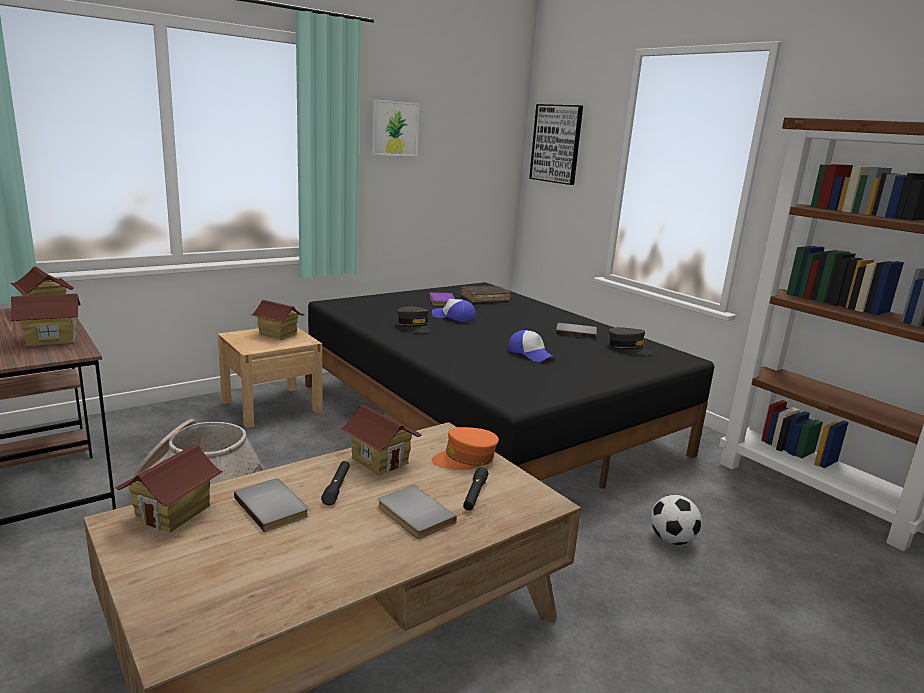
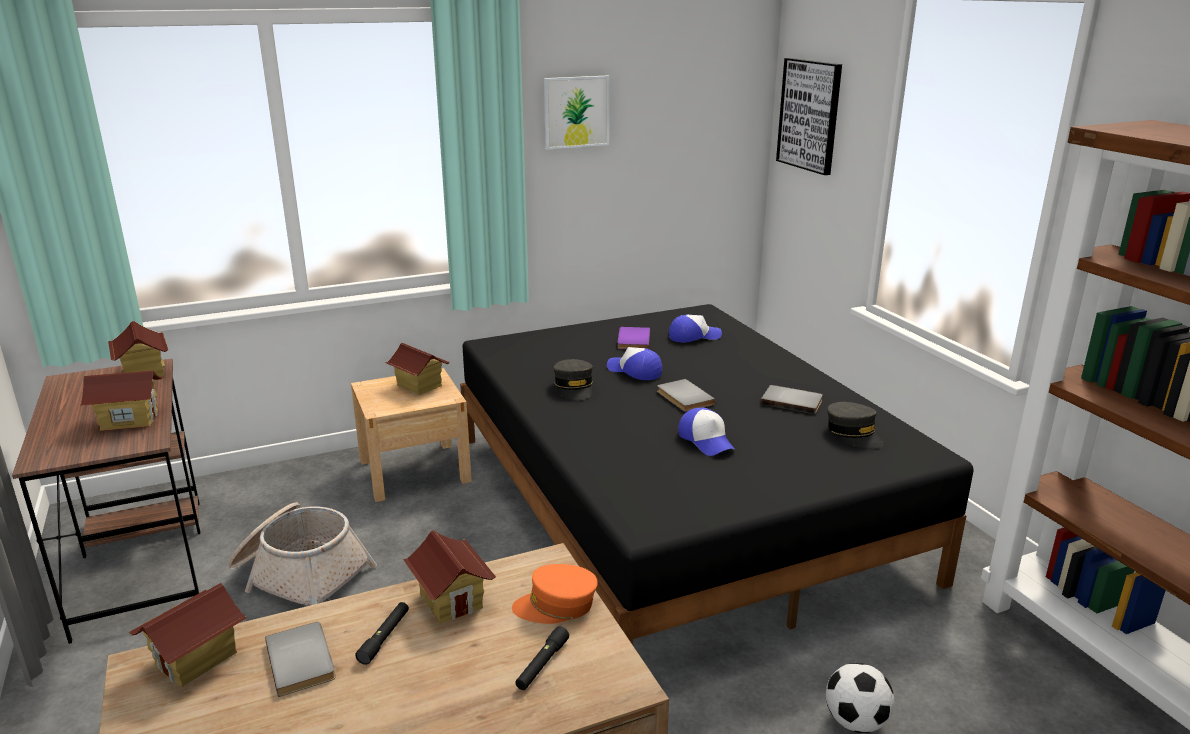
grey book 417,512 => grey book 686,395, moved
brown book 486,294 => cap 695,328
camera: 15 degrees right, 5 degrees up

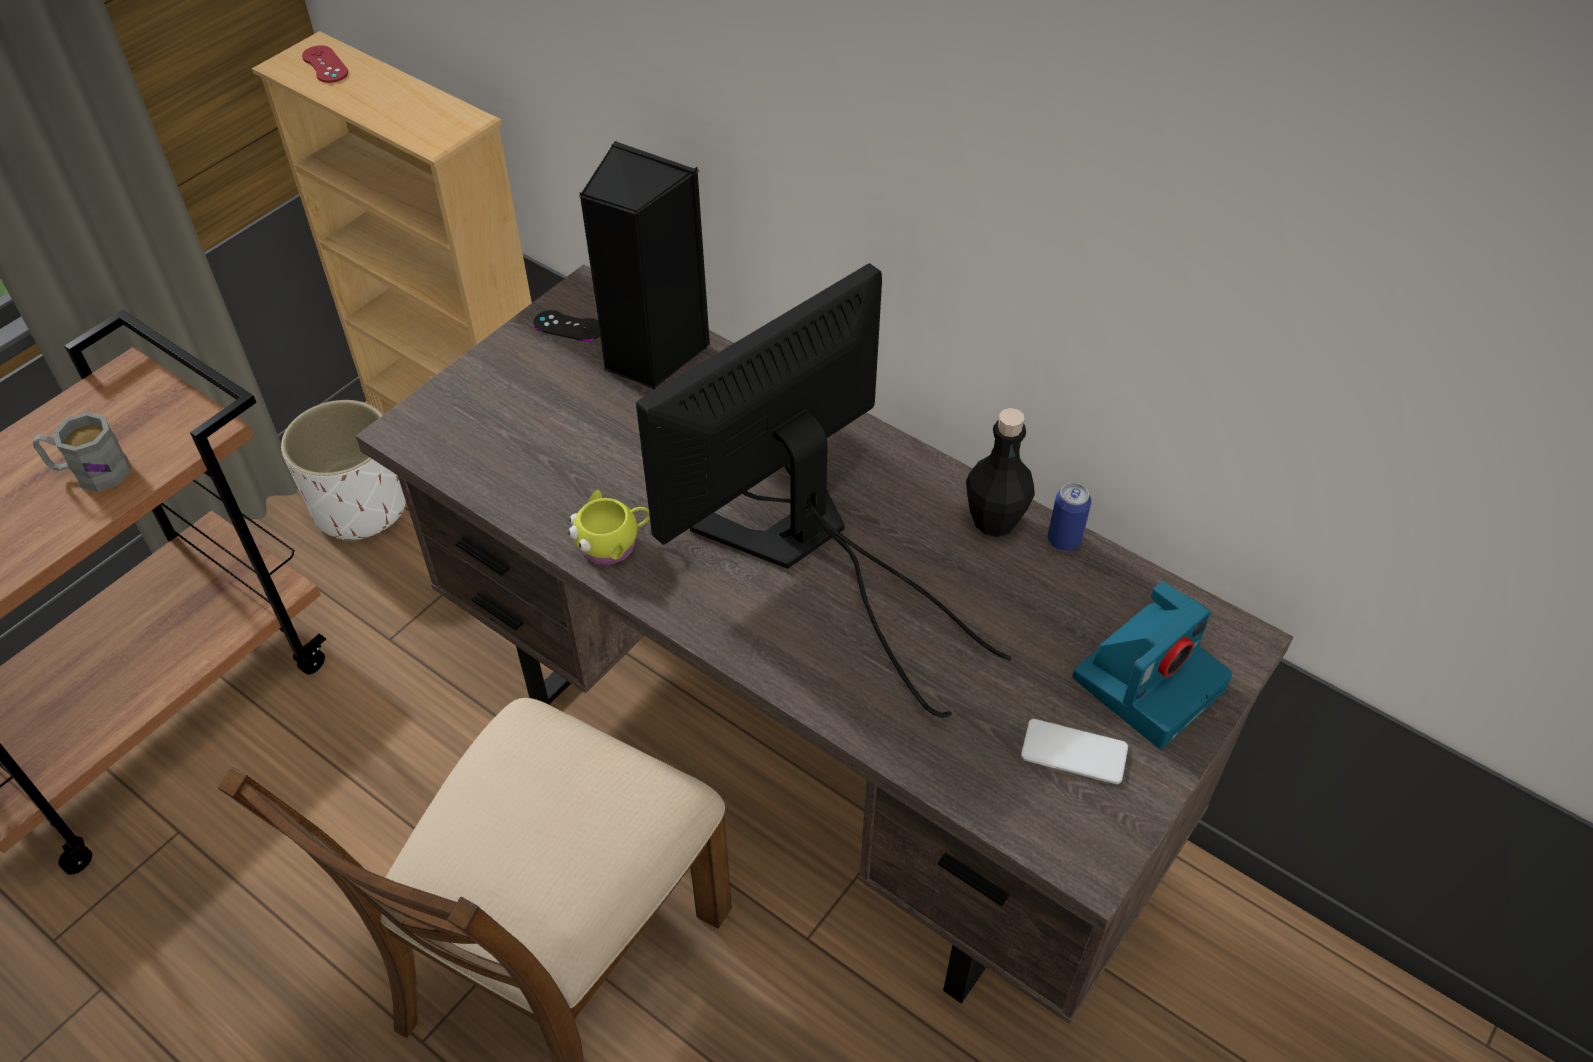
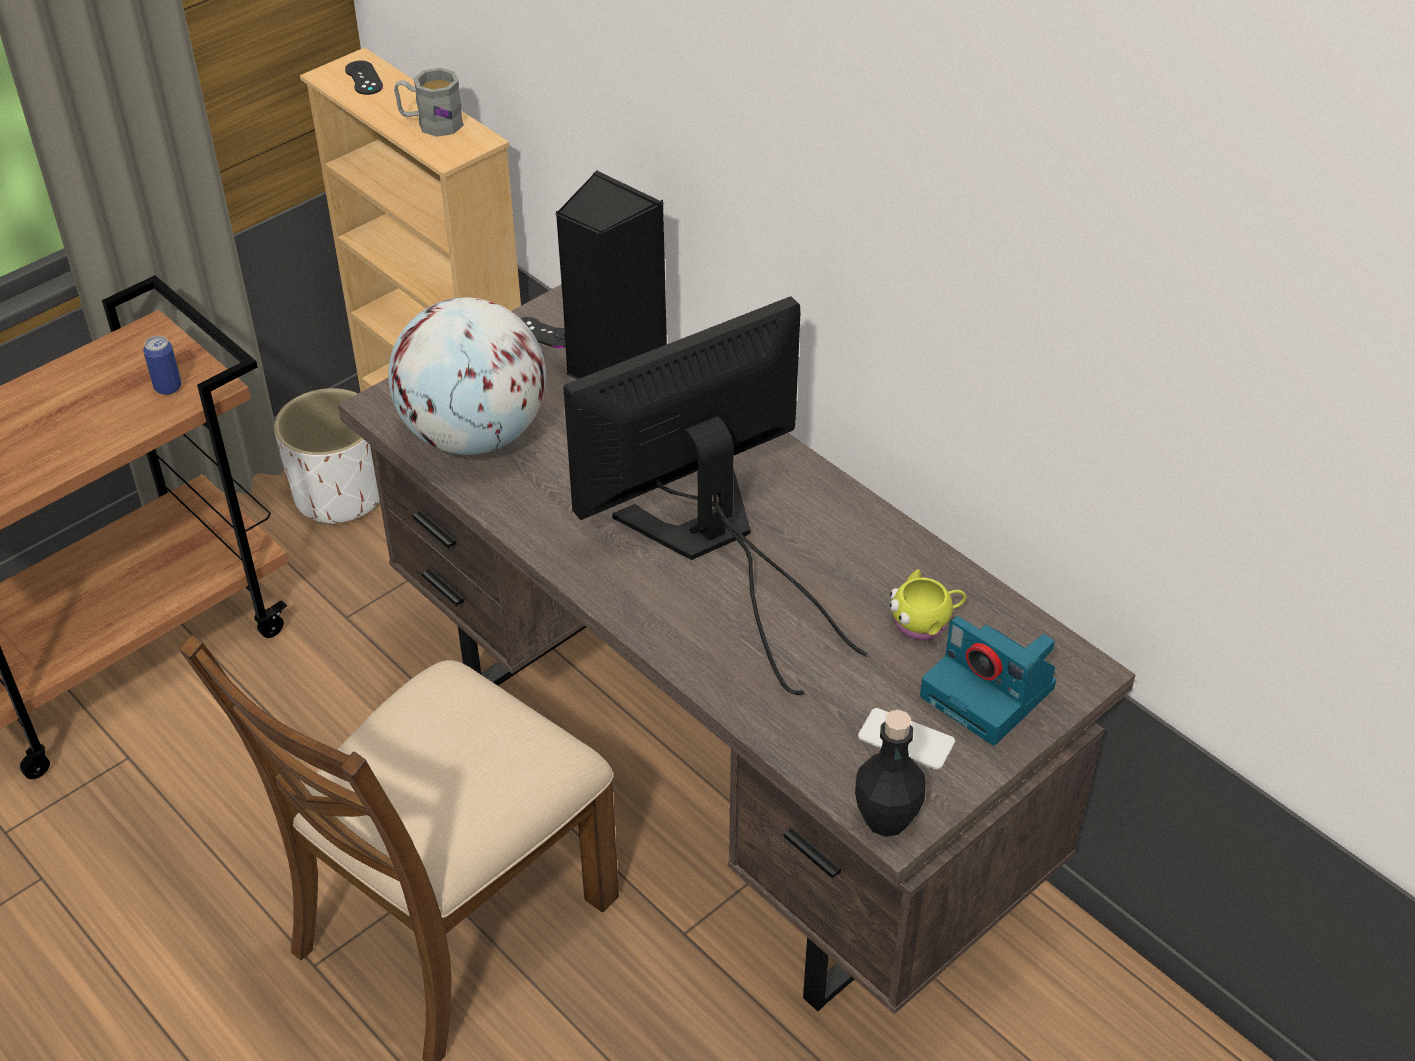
nothing => globe 467,376
grey mug 82,452 => grey mug 429,102, moved
yellow mug 609,527 => yellow mug 927,604, moved
black bottle 1000,472 => black bottle 890,773, moved
can 1069,517 => can 162,365, moved
red game controller 325,64 => black game controller 364,78
photo camera 1152,665 => photo camera 988,680, 75 degrees clockwise
camera: 10 degrees right, 5 degrees down

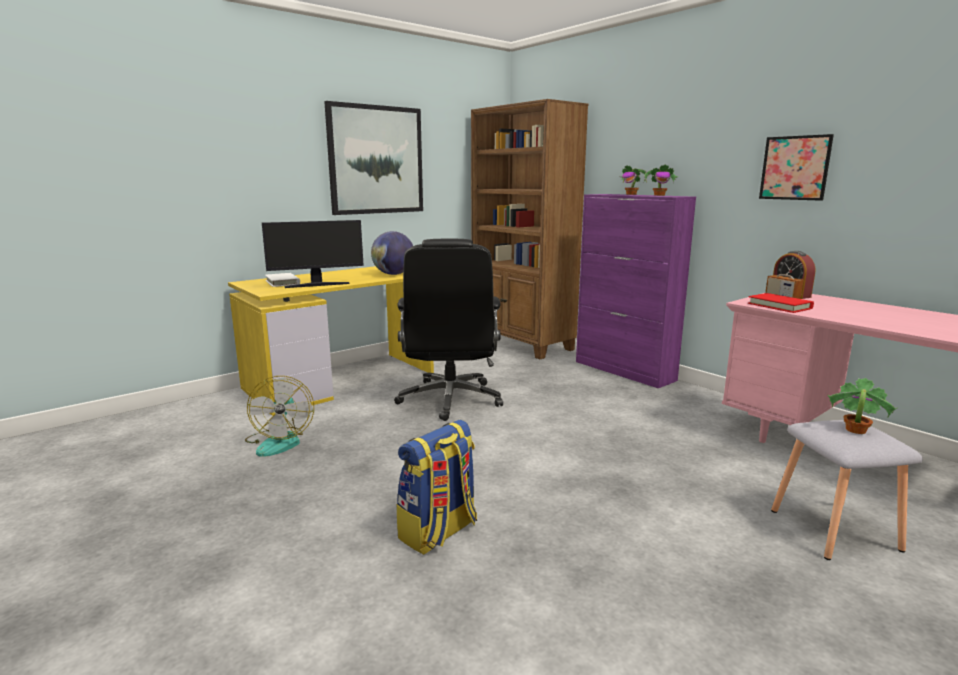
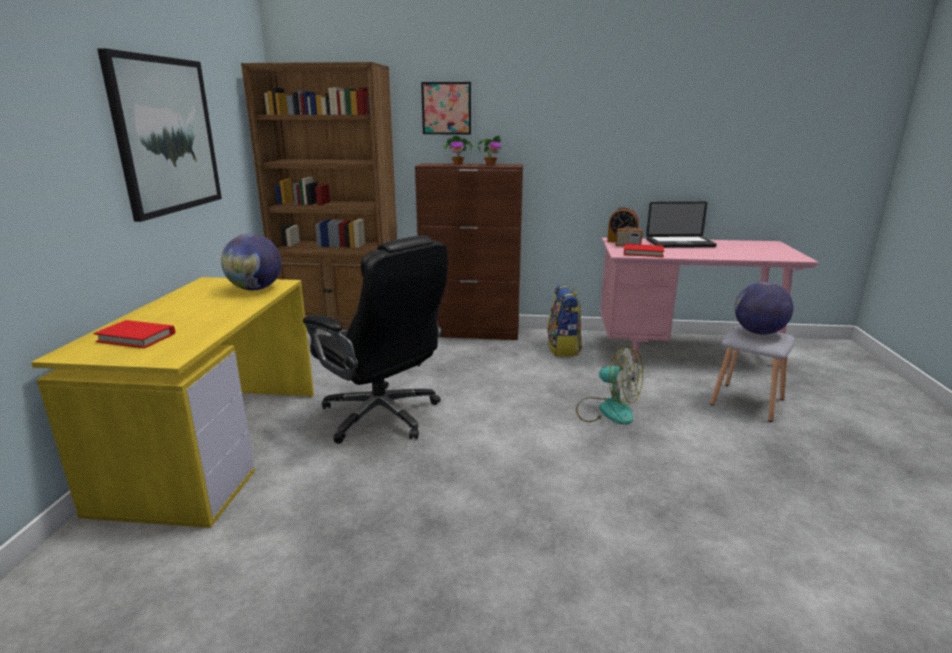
monitor 313,254 => nothing
nothing => laptop 681,225
fan 279,416 => fan 609,385, moved
backpack 437,487 => backpack 564,321, moved
picture 796,167 => picture 446,108, moved
potted plant 863,406 => globe 764,308
white book 282,280 => red book 134,334
purple cabinet 636,291 => brown cabinet 469,251
camera: 45 degrees left, 5 degrees up

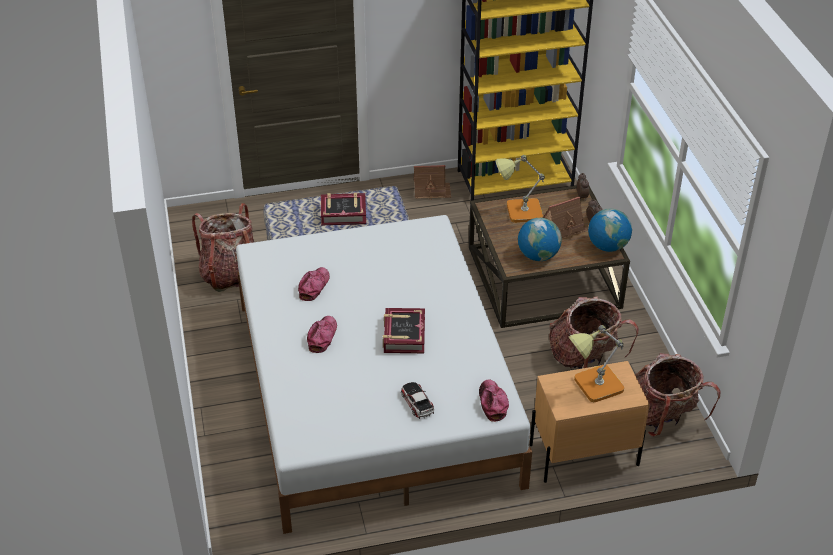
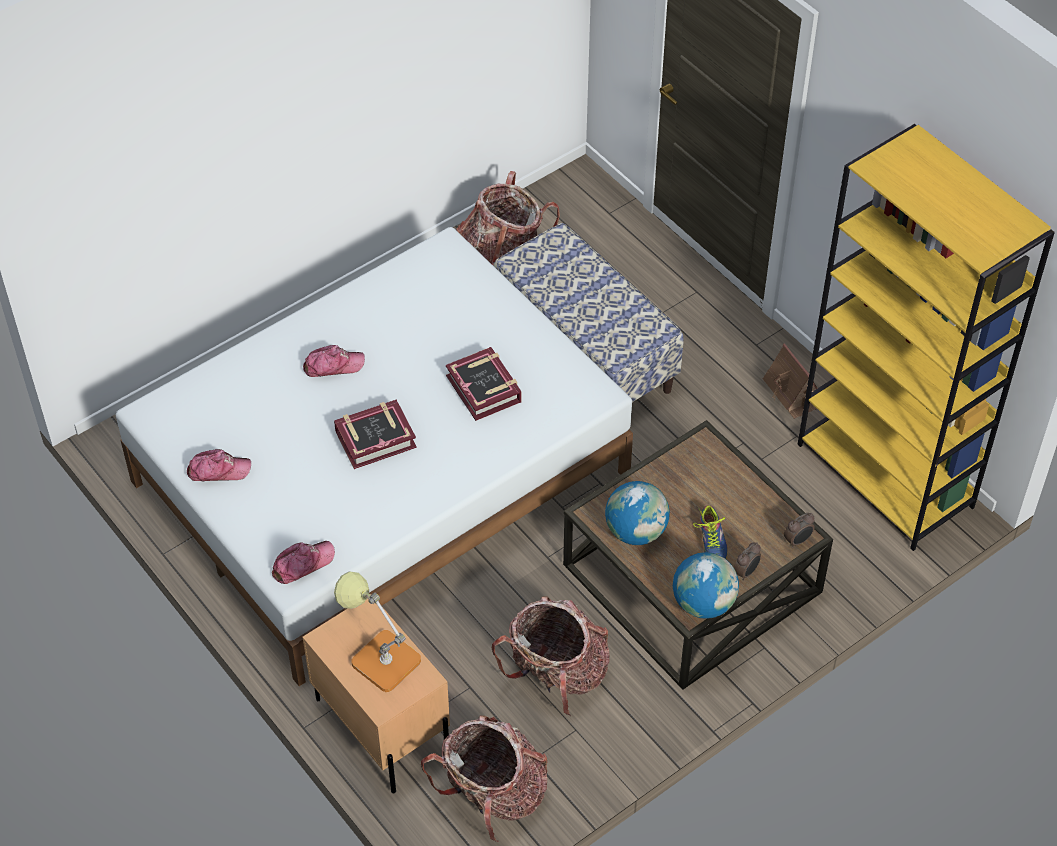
toy car 417,400 => nothing
table lamp 520,189 => nothing
cap 314,284 => cap 219,465, moved
book 343,209 => book 484,384, moved
toy house 565,218 => shoe 710,532
camera: 65 degrees right, 10 degrees up

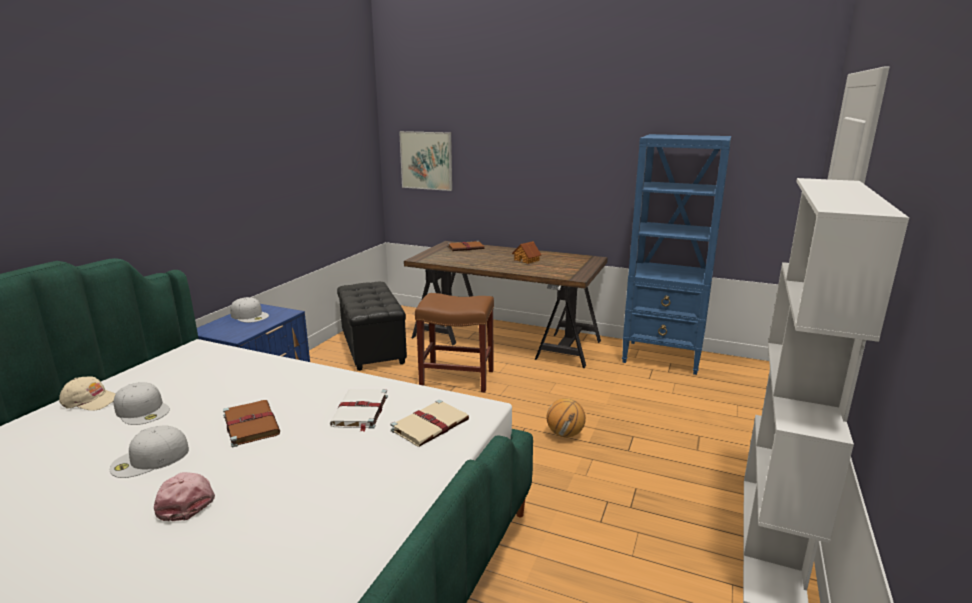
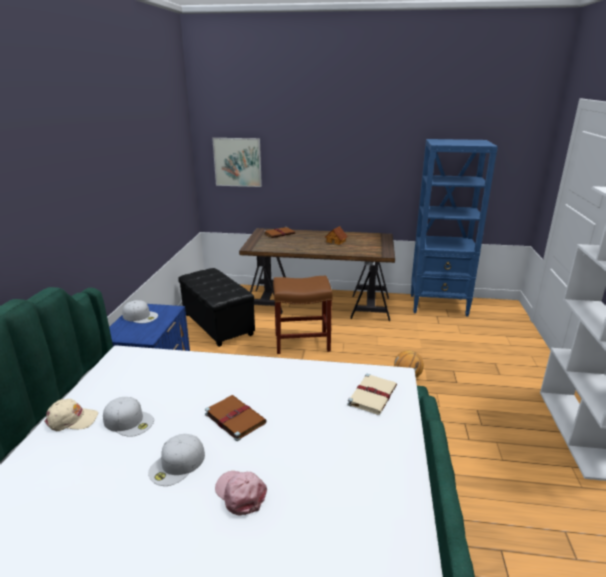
white book 359,410 => nothing
camera: 15 degrees left, 5 degrees up

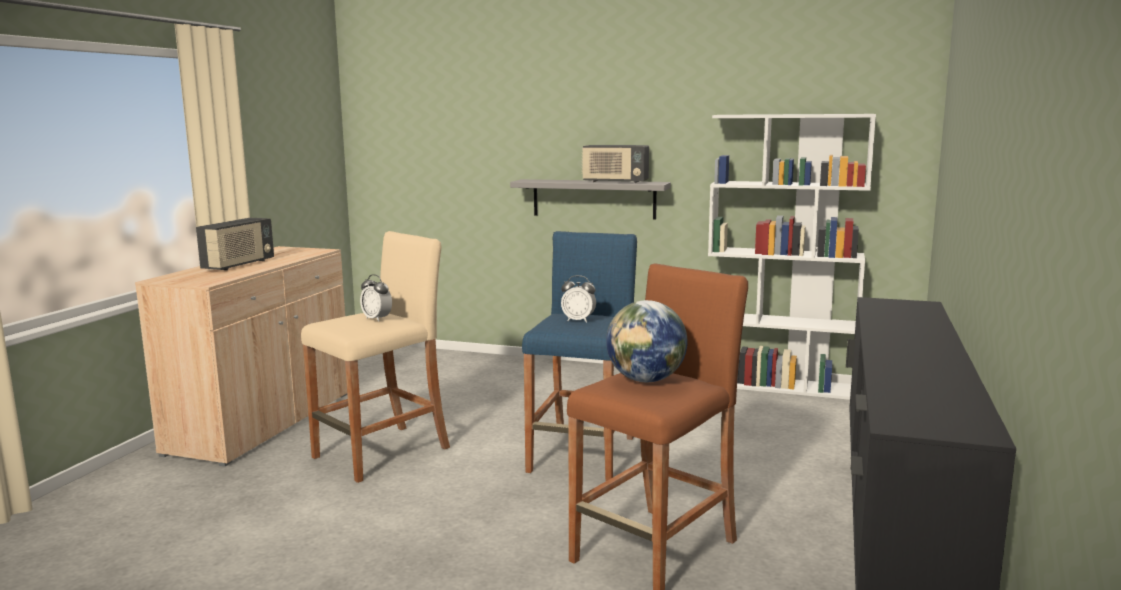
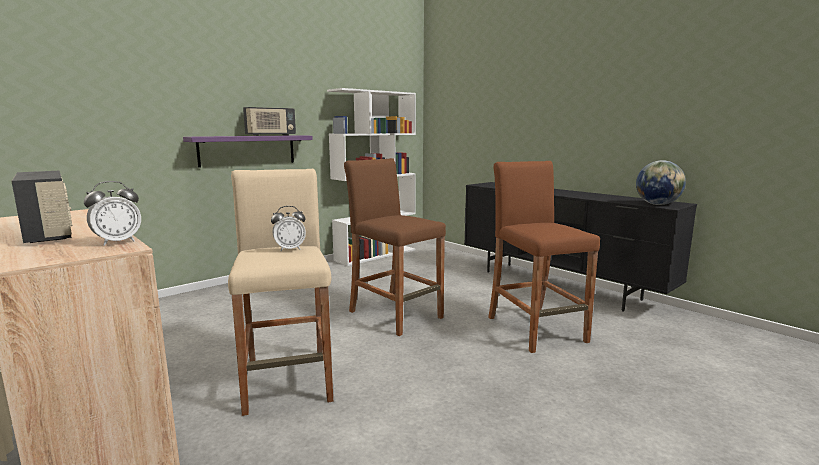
alarm clock 578,299 => alarm clock 112,213, moved
globe 647,341 => globe 661,182, moved
grey shelf 590,199 => purple shelf 248,151
blue stool 579,356 => brown stool 395,247
camera: 60 degrees left, 0 degrees up

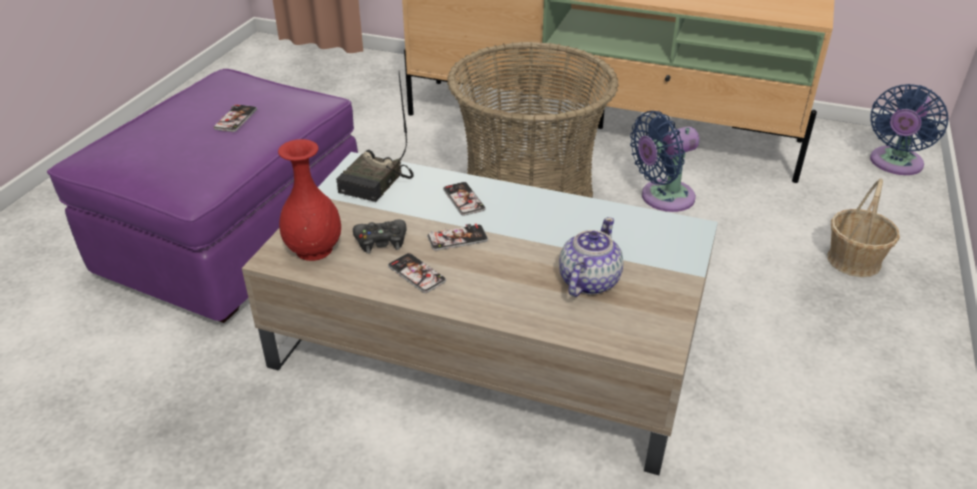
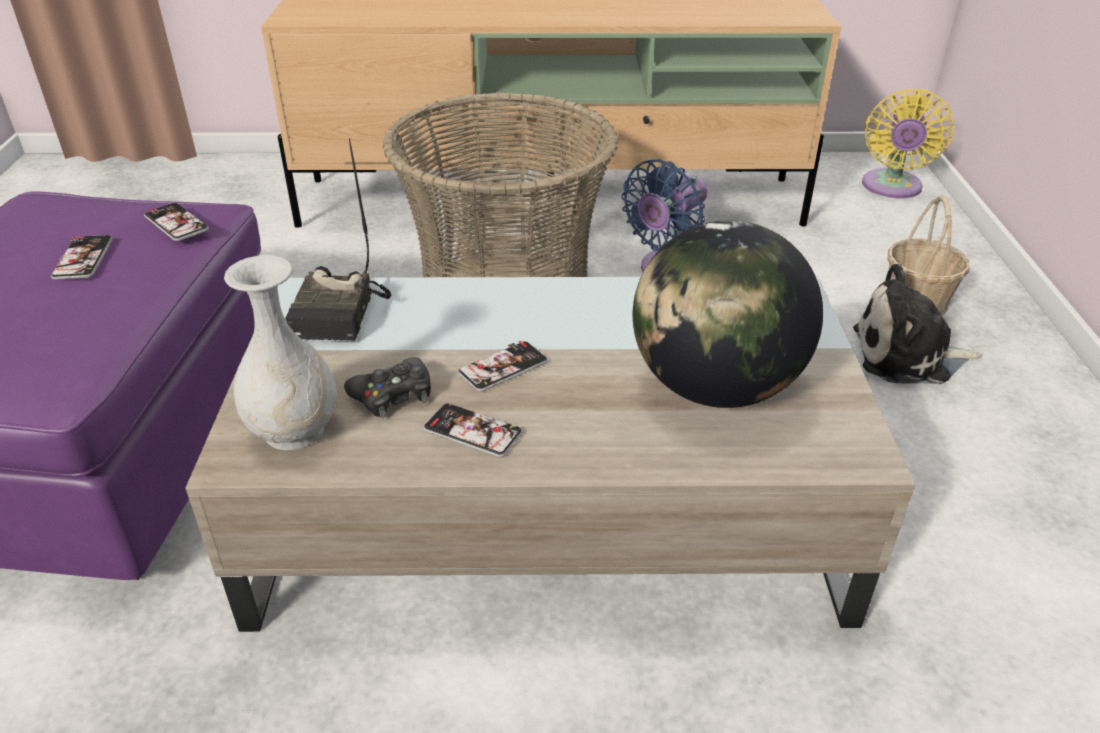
nothing => plush toy 917,324
phone 464,199 => phone 176,221, moved
teapot 591,257 => globe 728,314
red vase 309,200 => white vase 280,353
blue fan 909,129 => yellow fan 908,143
camera: 20 degrees left, 0 degrees up

